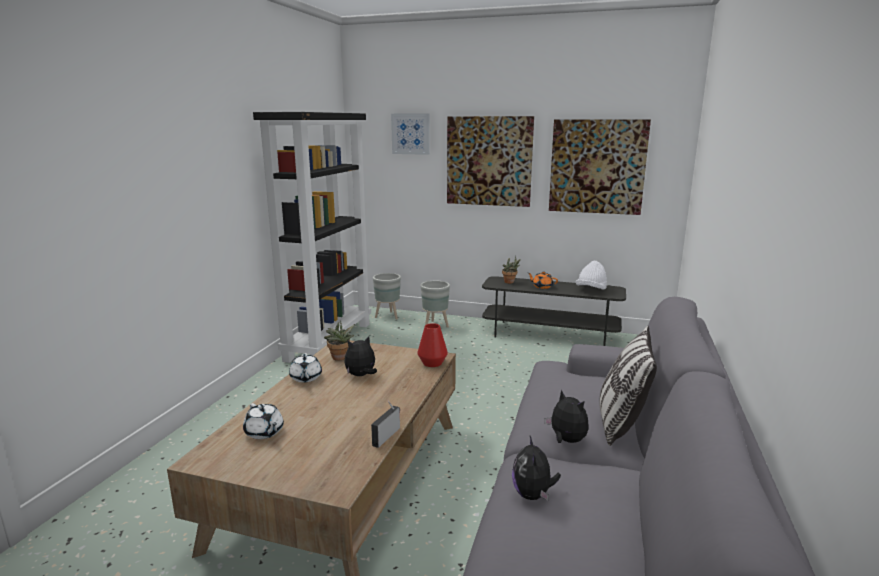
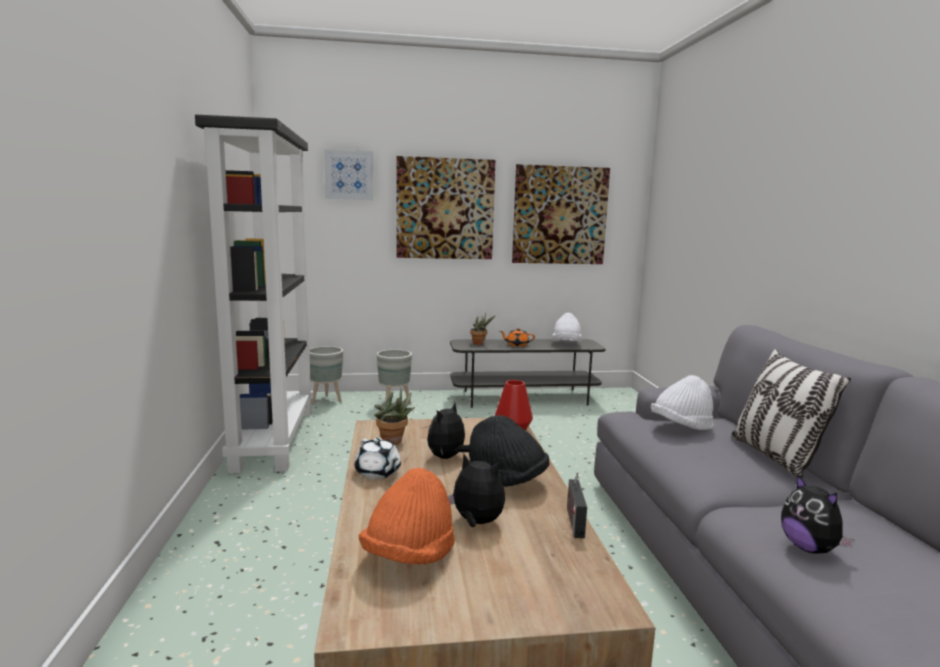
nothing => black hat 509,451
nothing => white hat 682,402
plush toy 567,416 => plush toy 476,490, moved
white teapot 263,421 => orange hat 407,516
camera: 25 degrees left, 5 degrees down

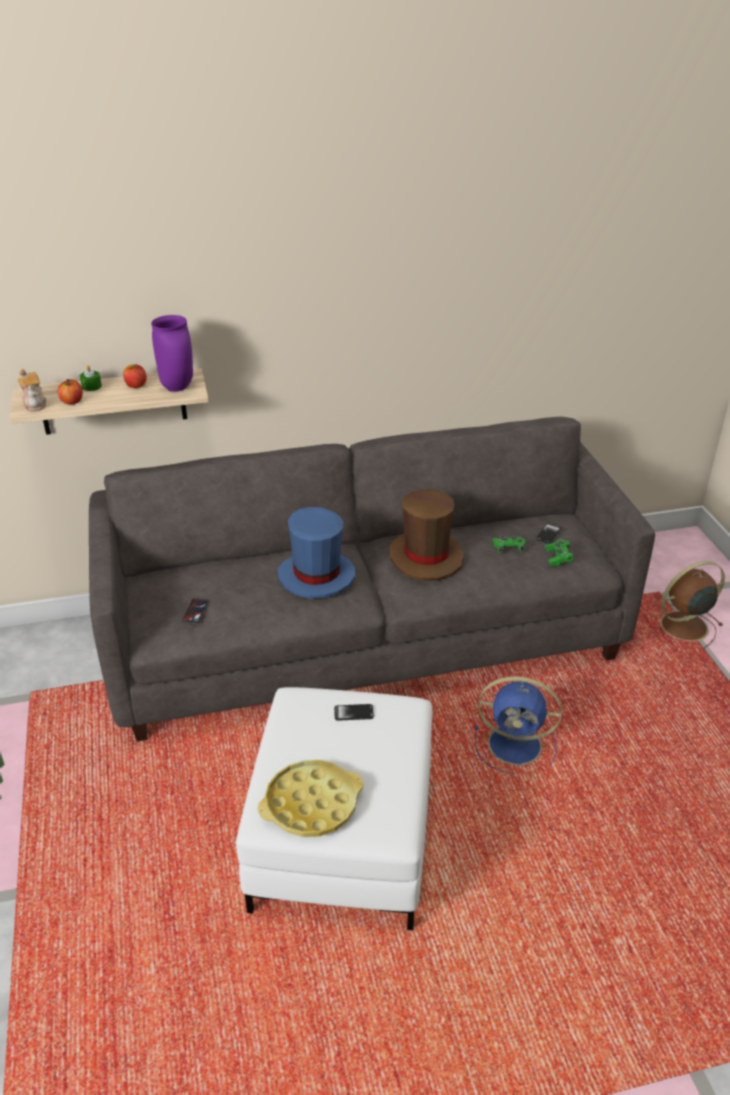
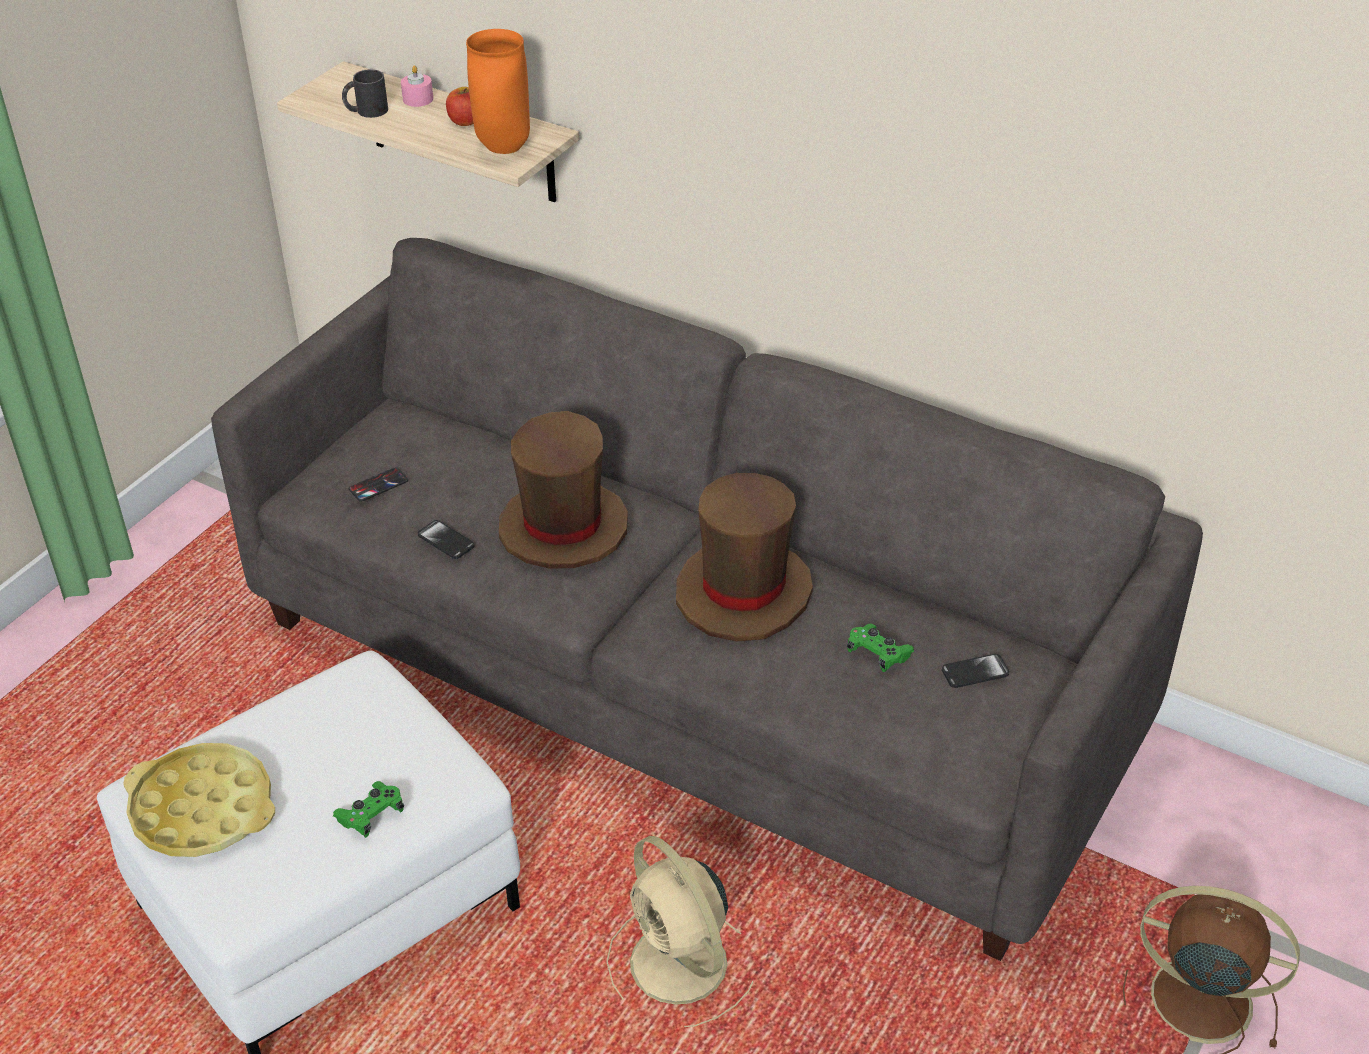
teapot 32,390 => nothing
phone 354,712 => phone 446,539, moved
green game controller 559,552 => green game controller 368,809, moved
apple 70,392 => black mug 365,93
green candle 91,378 => pink candle 417,86
purple vase 172,353 => orange vase 498,91
blue hat 316,553 => brown hat 563,490
blue fan 518,725 => beige fan 680,931
camera: 45 degrees right, 5 degrees up

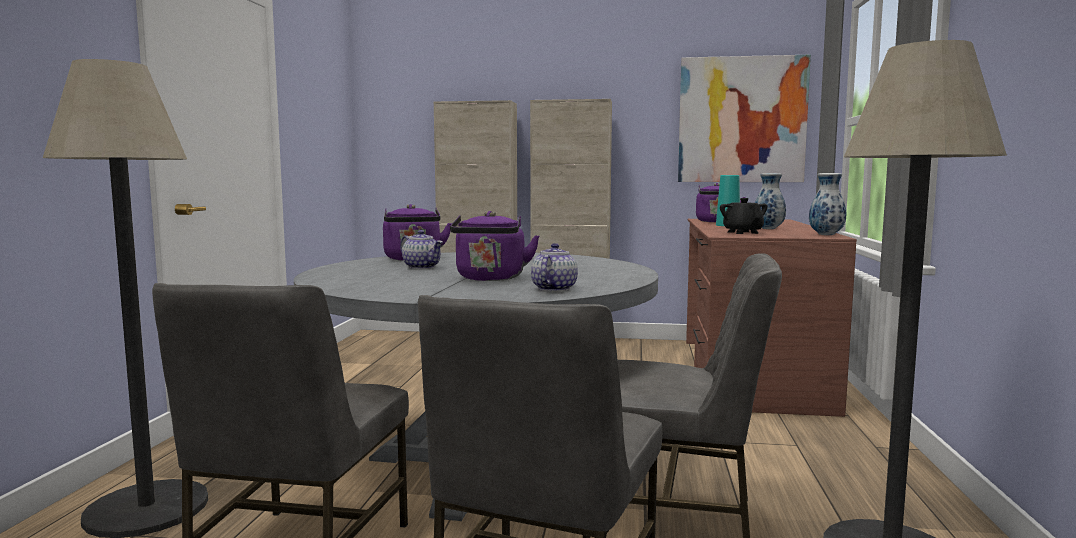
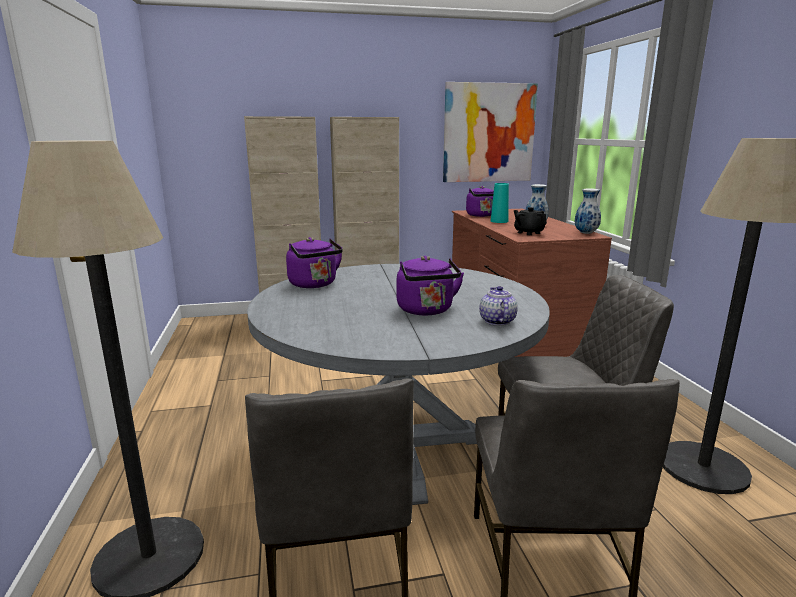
teapot 421,249 => nothing
camera: 20 degrees left, 10 degrees up

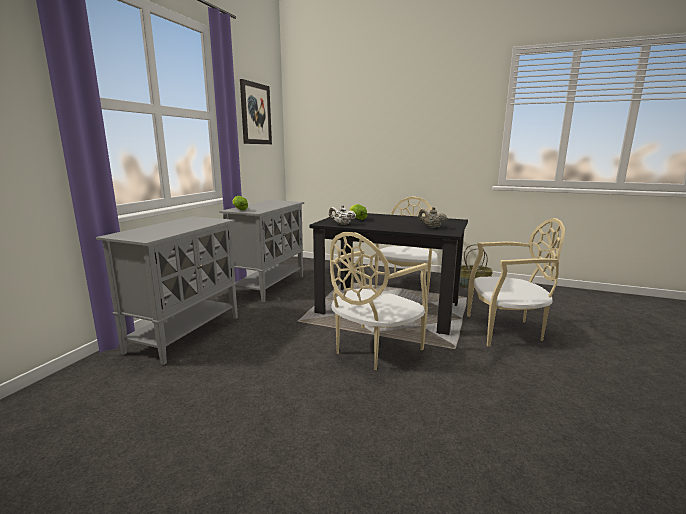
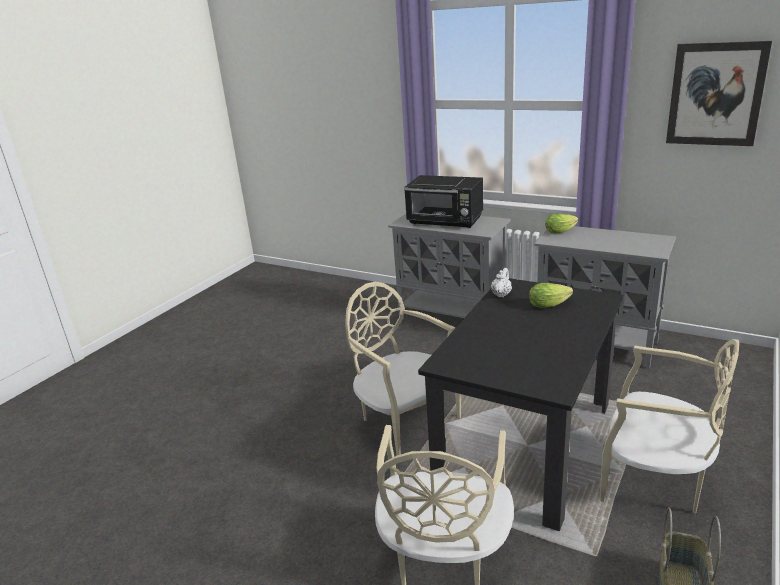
beige teapot 432,217 => nothing
nothing => black microwave 443,201
camera: 100 degrees right, 10 degrees up

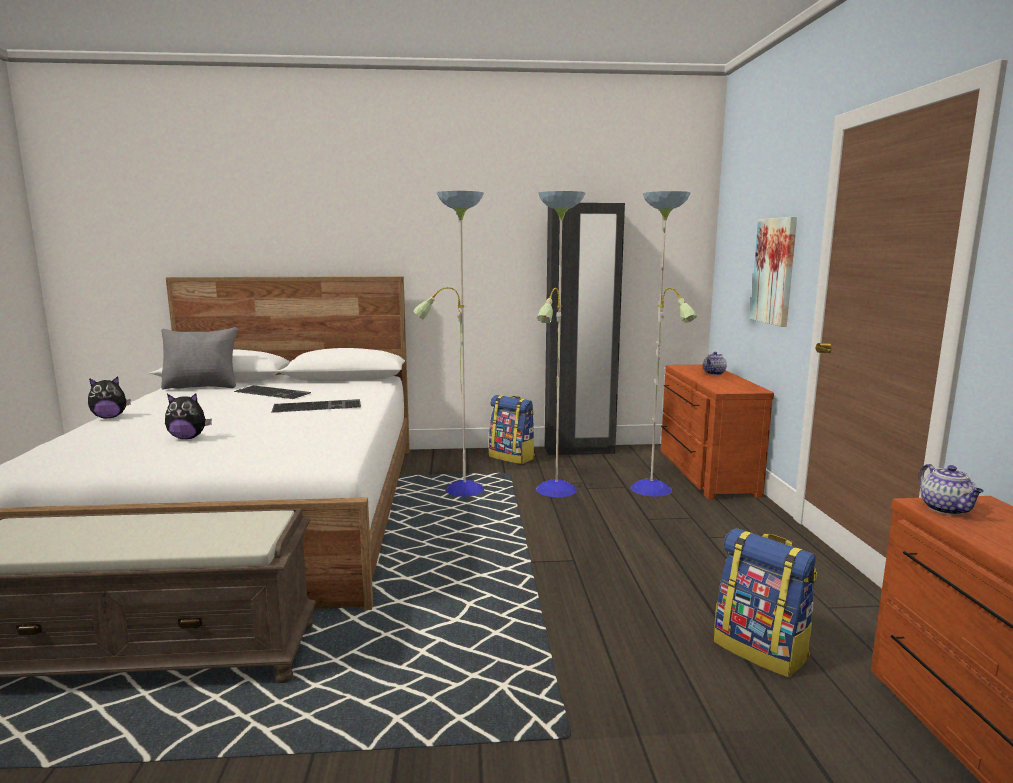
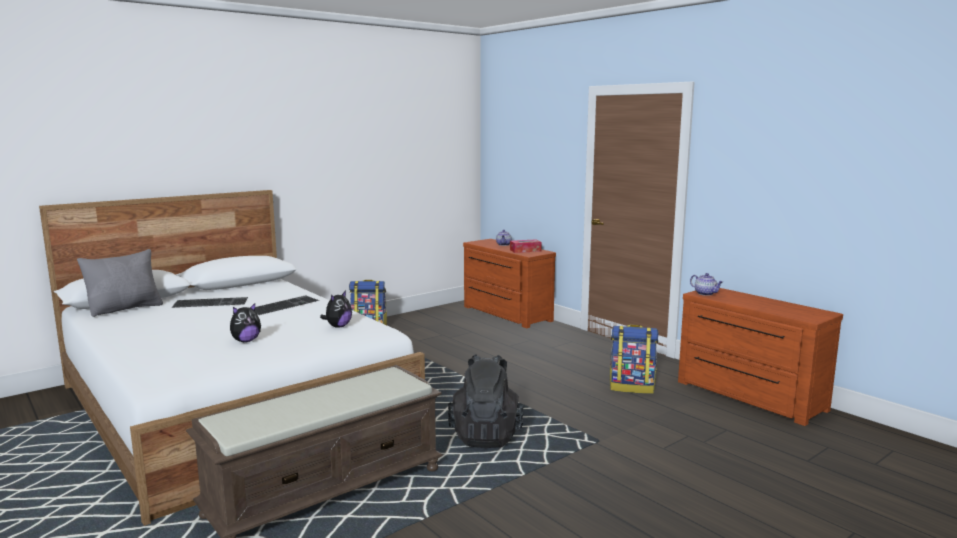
floor lamp 555,344 => nothing
black wardrobe 585,329 => nothing
picture 773,272 => nothing
nothing => black backpack 486,401
nothing => tissue box 526,246
plush toy 109,397 => plush toy 336,309, moved
camera: 35 degrees left, 0 degrees up

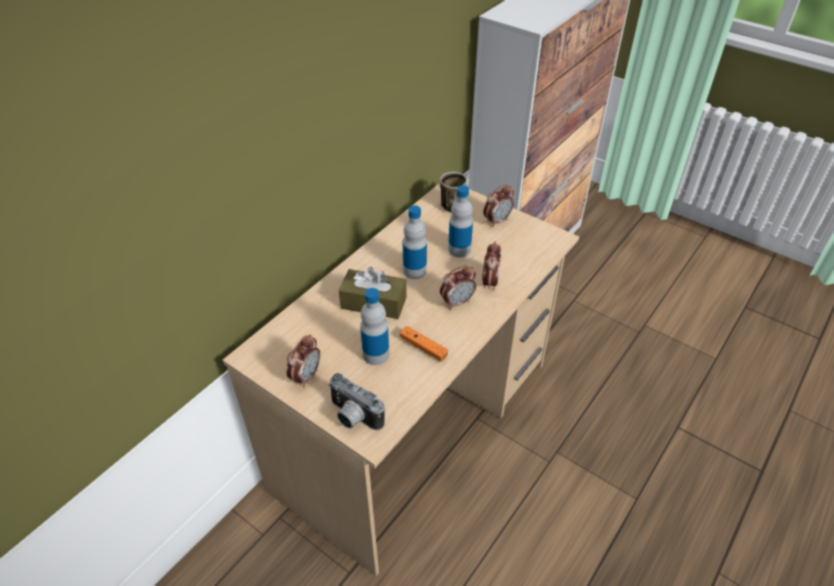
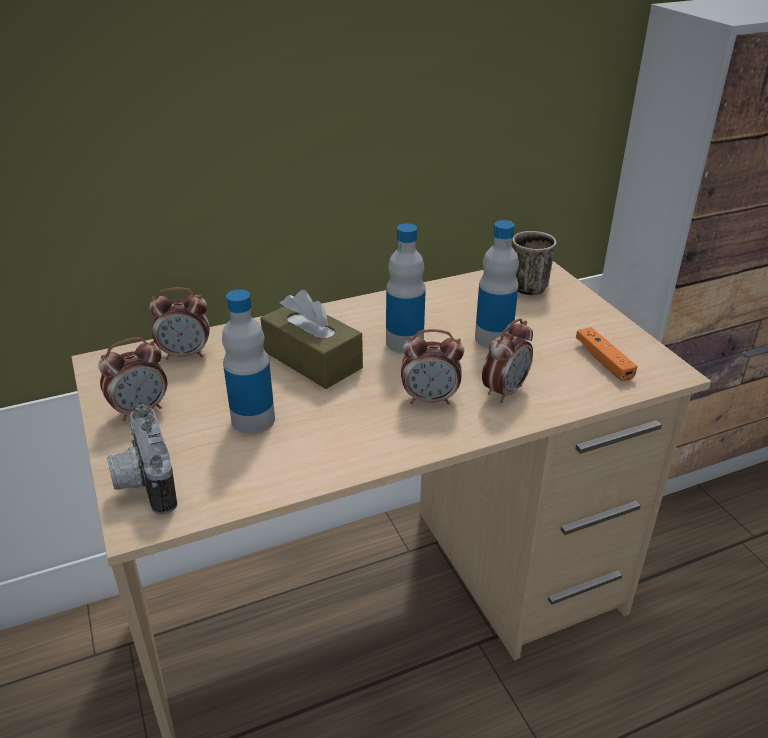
orange game controller 424,344 => orange game controller 607,354, moved
alarm clock 498,205 => alarm clock 179,323, moved
camera: 30 degrees right, 10 degrees down

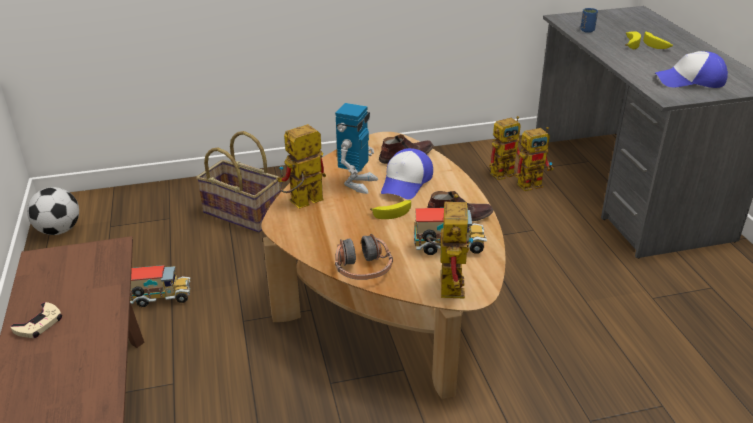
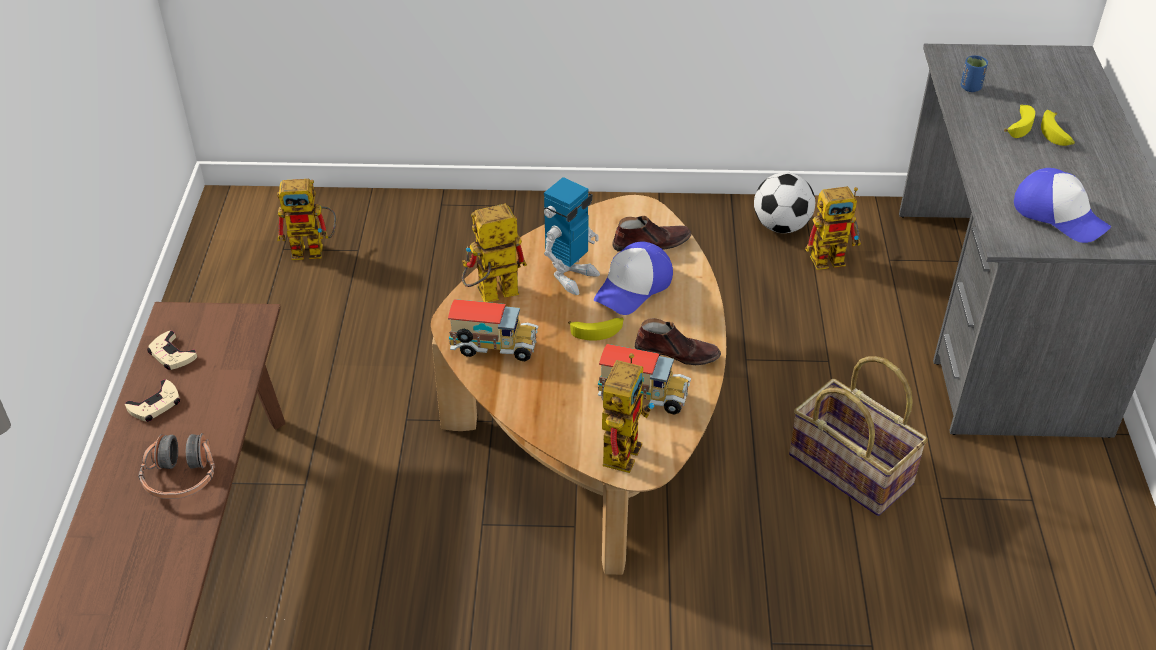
nothing => beige game controller 172,350
football 53,211 => football 784,202, moved
toy truck 160,286 => toy truck 493,330, moved
basket 238,182 => basket 858,436, moved
headphones 364,257 => headphones 176,466, moved
toy robot 534,159 => toy robot 306,219, moved
cap 691,69 => cap 1062,205, 150 degrees counterclockwise
camera: 15 degrees right, 10 degrees up

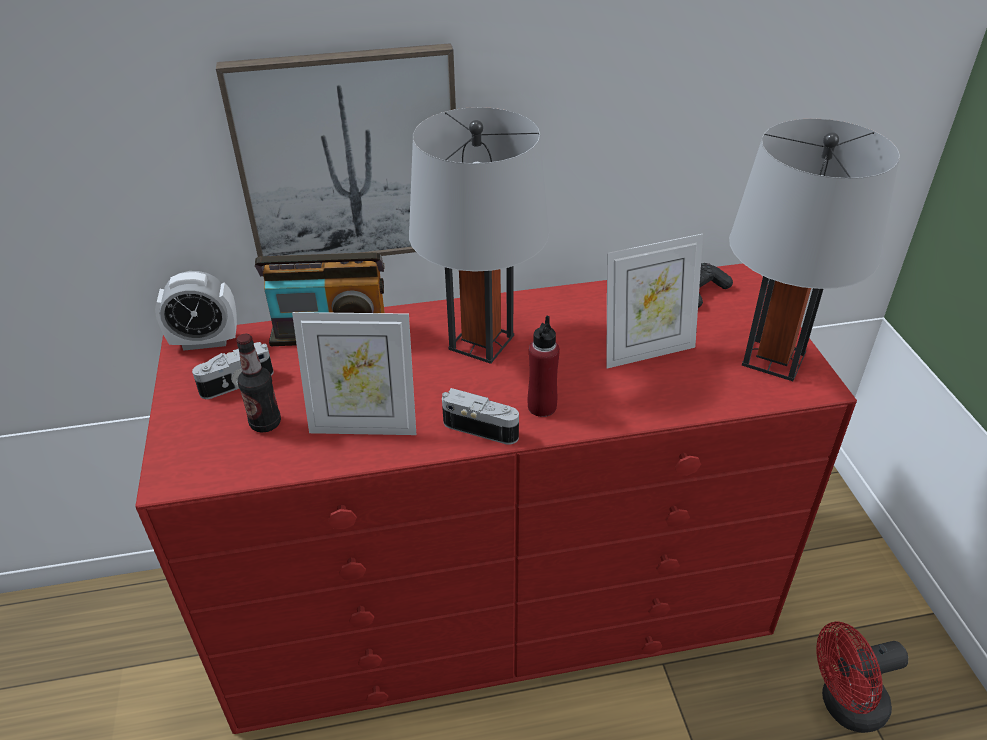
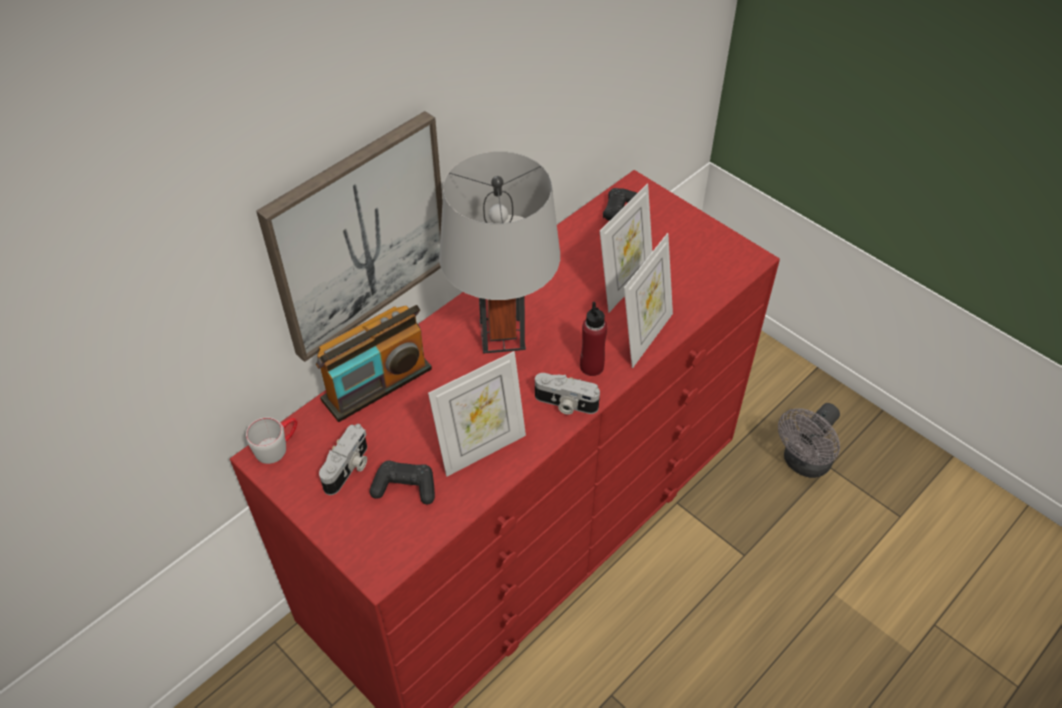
grey table lamp 814,249 => nothing
nothing => picture frame 648,300
alarm clock 196,311 => grey mug 271,440
bottle 258,383 => black game controller 402,483
red fan 862,677 => grey fan 809,440
photo camera 480,416 => photo camera 567,394, 150 degrees counterclockwise
camera: 35 degrees left, 10 degrees up

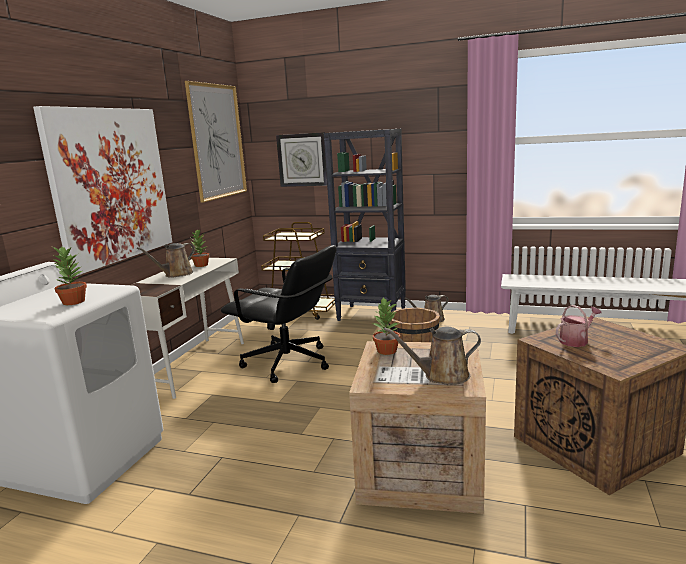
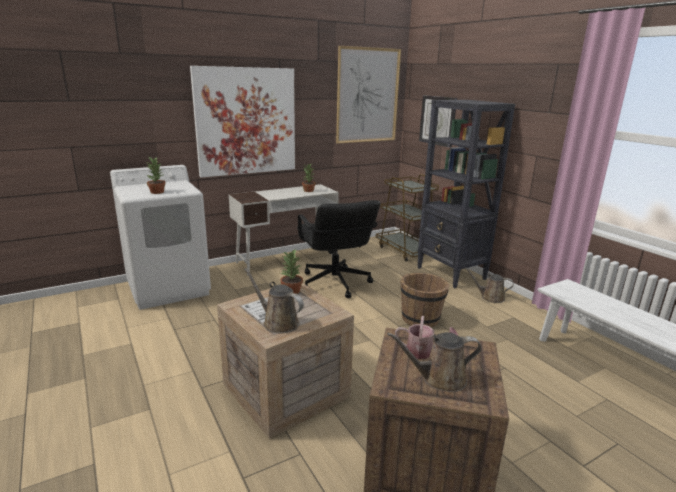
brown watering can 166,260 => brown watering can 434,362, moved
camera: 40 degrees right, 5 degrees up

